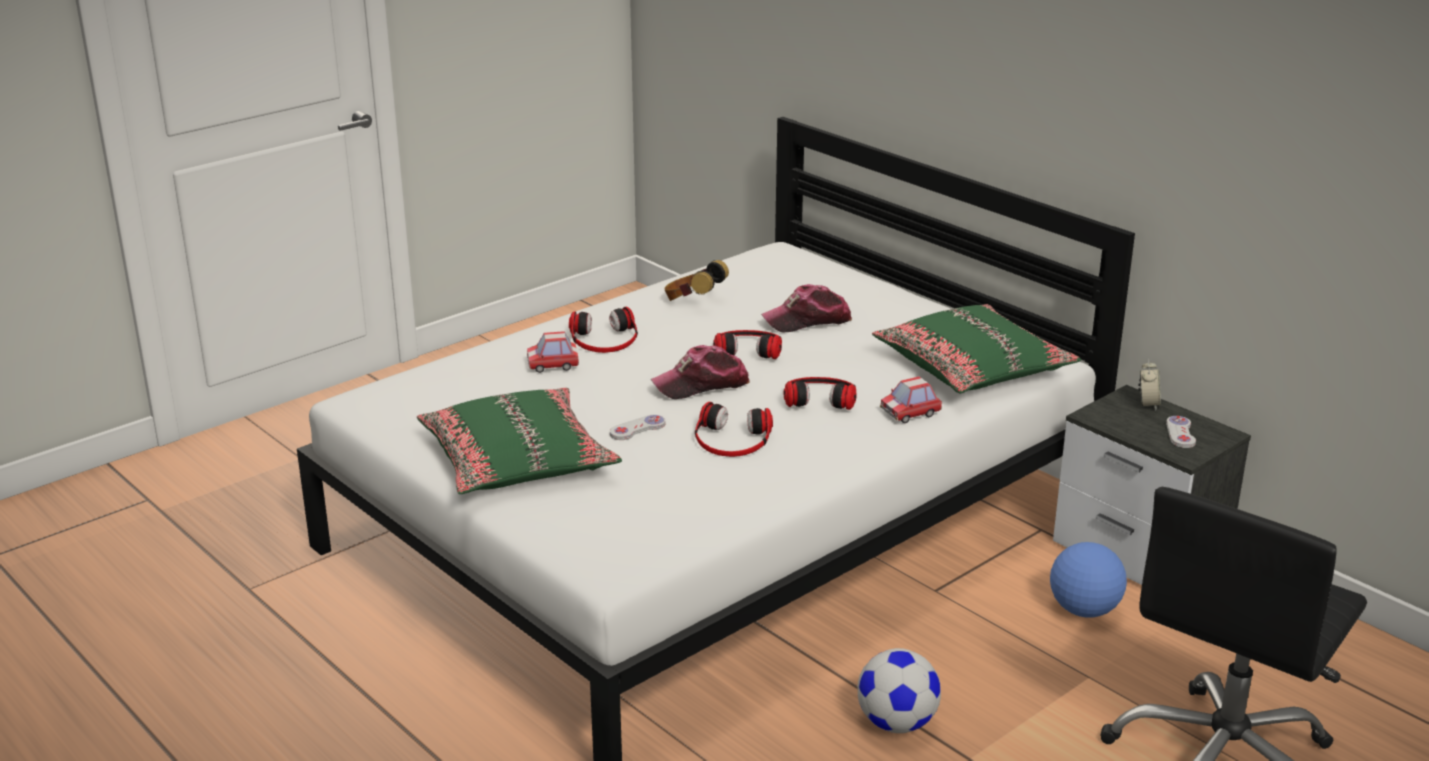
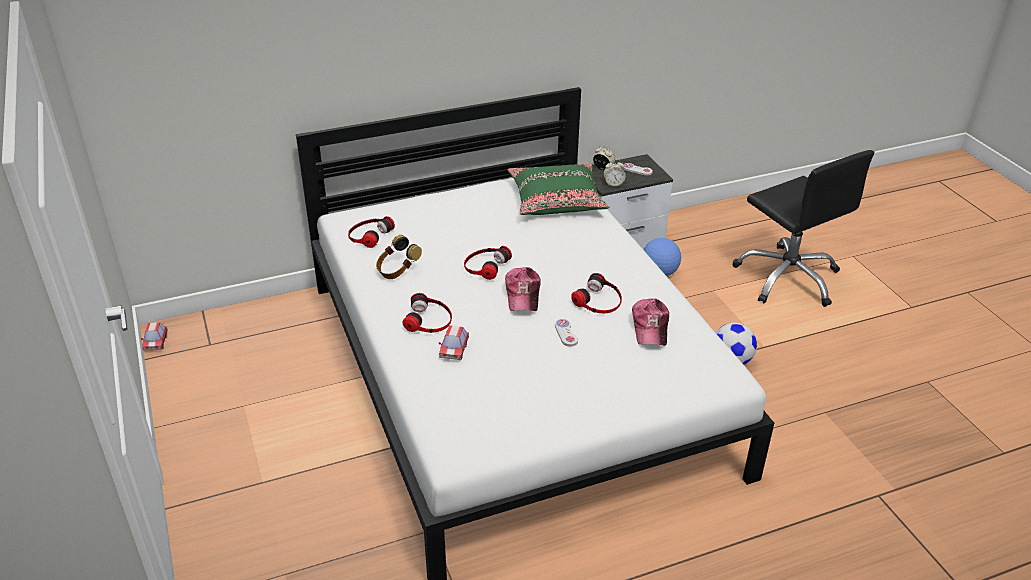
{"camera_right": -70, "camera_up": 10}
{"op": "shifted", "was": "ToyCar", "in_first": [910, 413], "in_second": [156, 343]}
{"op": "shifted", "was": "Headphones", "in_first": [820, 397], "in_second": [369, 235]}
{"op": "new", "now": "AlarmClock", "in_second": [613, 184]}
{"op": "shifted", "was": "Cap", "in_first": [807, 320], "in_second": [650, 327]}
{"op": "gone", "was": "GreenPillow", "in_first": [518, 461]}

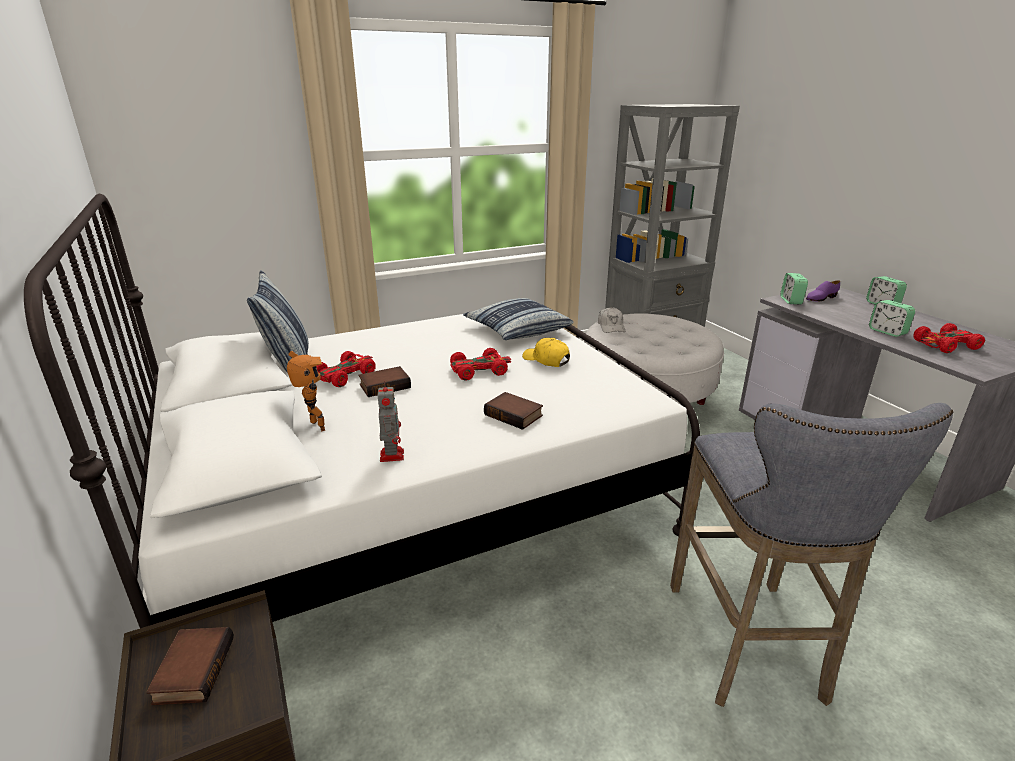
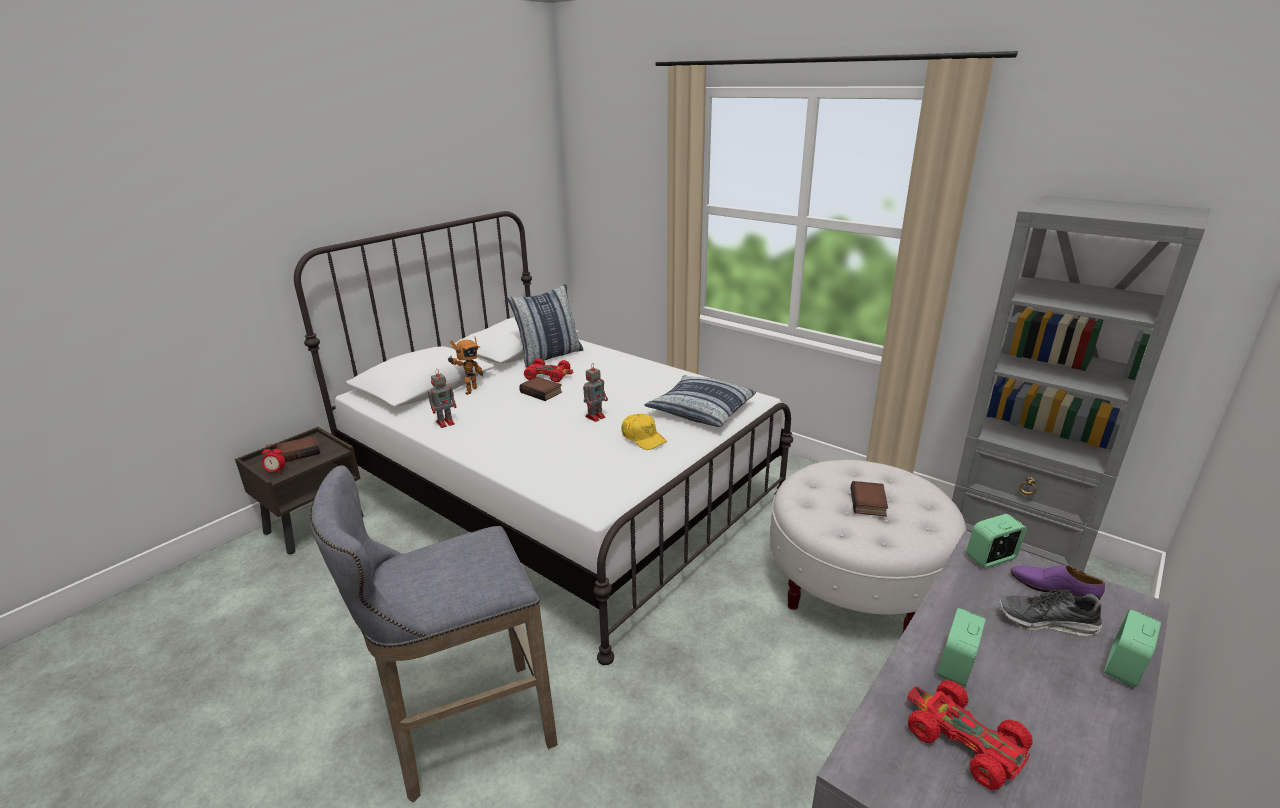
{"camera_right": 65, "camera_up": 0}
{"op": "new", "now": "AlarmClock", "in_second": [276, 471]}
{"op": "swapped", "was": "RedToyCar", "now": "ToyRobot", "in_first": [479, 370], "in_second": [596, 416]}
{"op": "rotated", "was": "YellowCap", "in_first": [546, 360], "in_second": [643, 438], "clockwise": 120}
{"op": "shifted", "was": "Book", "in_first": [515, 415], "in_second": [869, 503]}
{"op": "new", "now": "Shoe", "in_second": [1046, 621]}
{"op": "gone", "was": "WhiteCap", "in_first": [611, 326]}

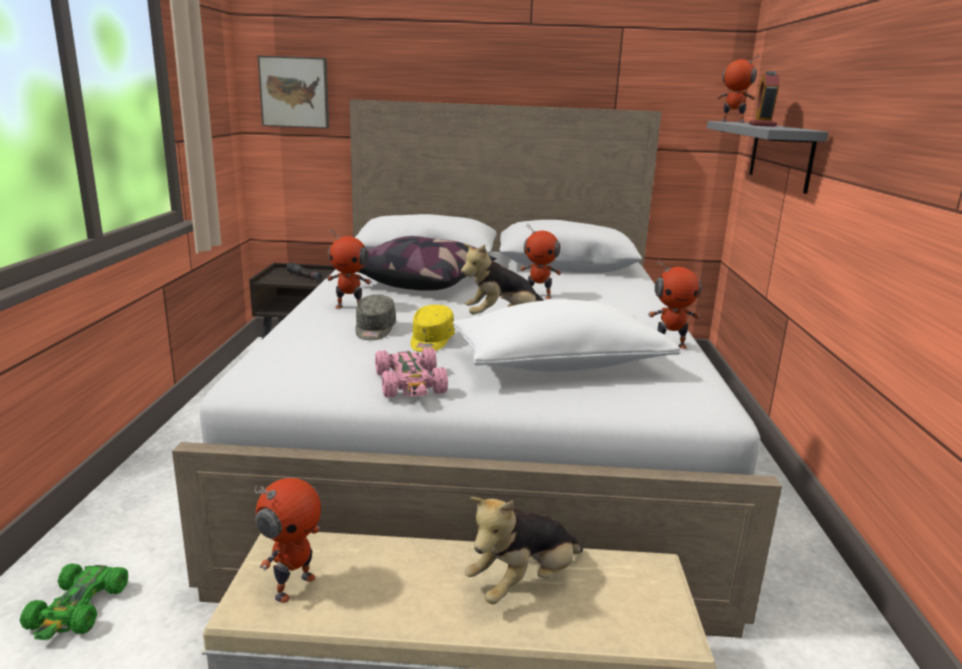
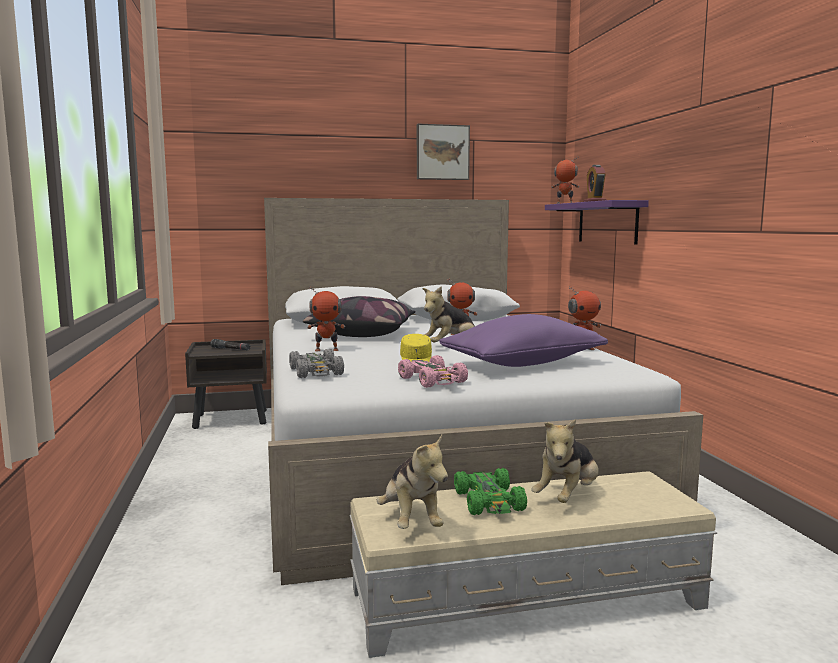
{"camera_right": -15, "camera_up": -10}
{"op": "new", "now": "GreyToyCar", "in_second": [316, 372]}
{"op": "swapped", "was": "ToyRobot", "now": "PlushToy", "in_first": [293, 586], "in_second": [411, 521]}
{"op": "shifted", "was": "Picture", "in_first": [295, 92], "in_second": [442, 152]}
{"op": "repainted", "was": "WhitePillow", "now": "PurplePillow", "in_first": [559, 365], "in_second": [522, 364]}
{"op": "shifted", "was": "GreenToyCar", "in_first": [78, 609], "in_second": [489, 502]}
{"op": "repainted", "was": "GreyShelf", "now": "PurpleShelf", "in_first": [780, 155], "in_second": [607, 222]}
{"op": "gone", "was": "GreyCap", "in_first": [374, 330]}

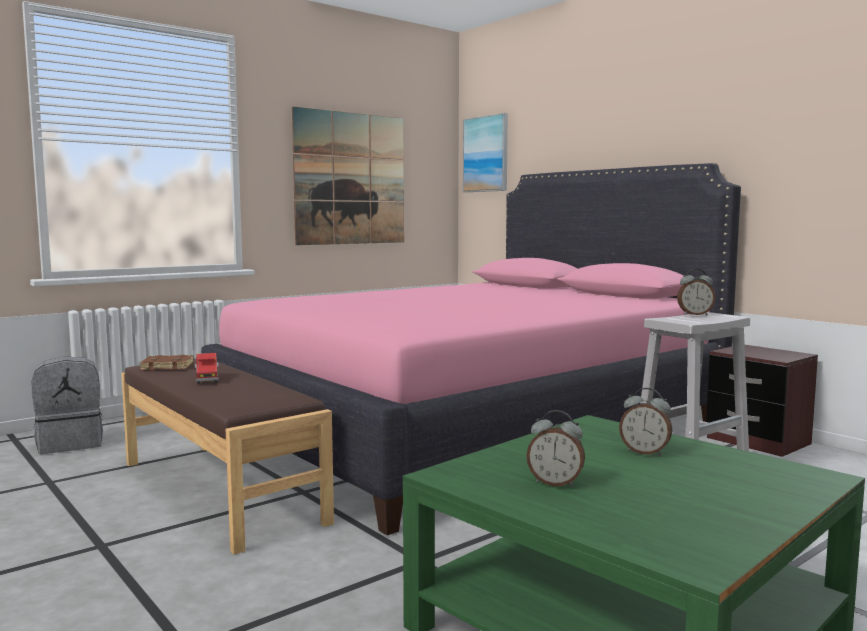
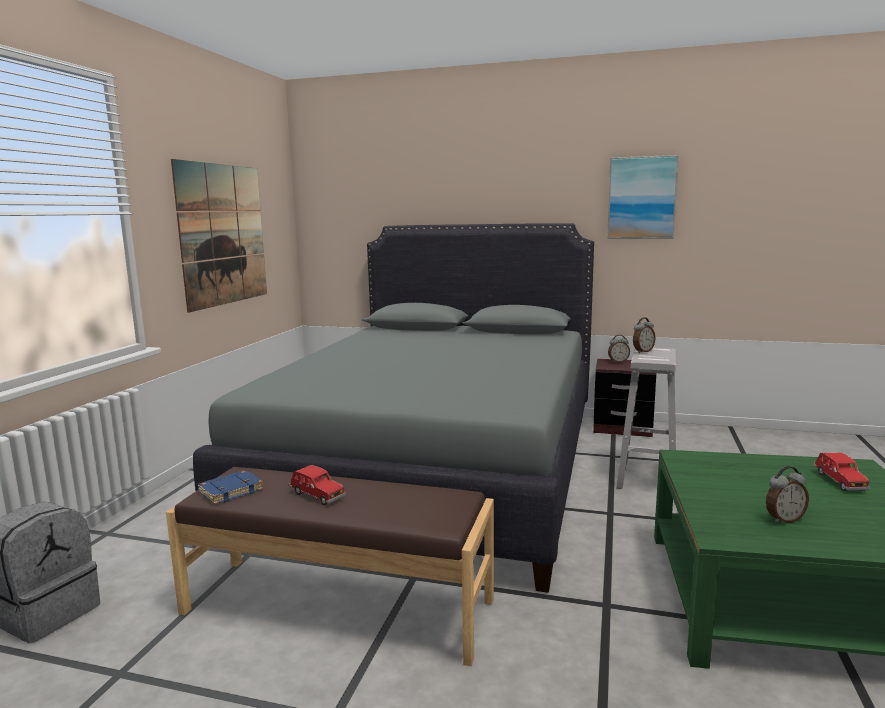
{"camera_right": -35, "camera_up": 5}
{"op": "repainted", "was": "PinkBed", "now": "GreyBed", "in_first": [471, 429], "in_second": [436, 468]}
{"op": "repainted", "was": "BrownBook", "now": "BlueBook", "in_first": [168, 366], "in_second": [231, 491]}
{"op": "shifted", "was": "Picture", "in_first": [486, 154], "in_second": [641, 198]}
{"op": "shifted", "was": "AlarmClock", "in_first": [644, 452], "in_second": [618, 362]}
{"op": "new", "now": "RedToyCar", "in_second": [839, 481]}

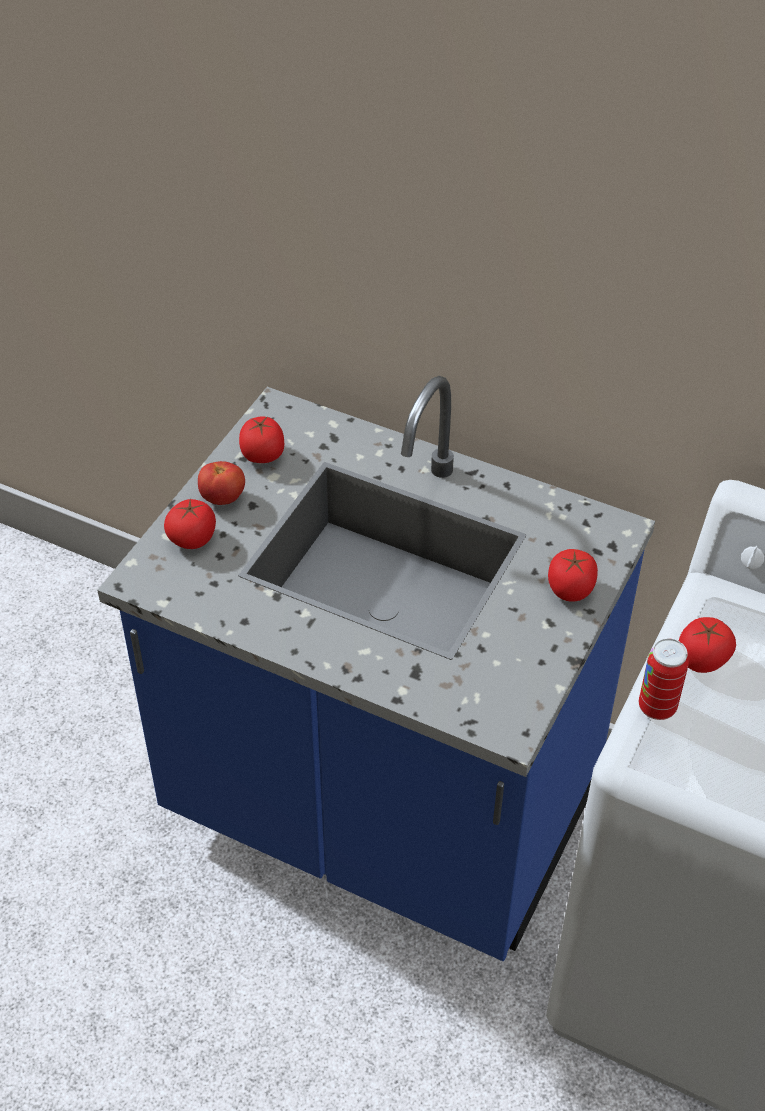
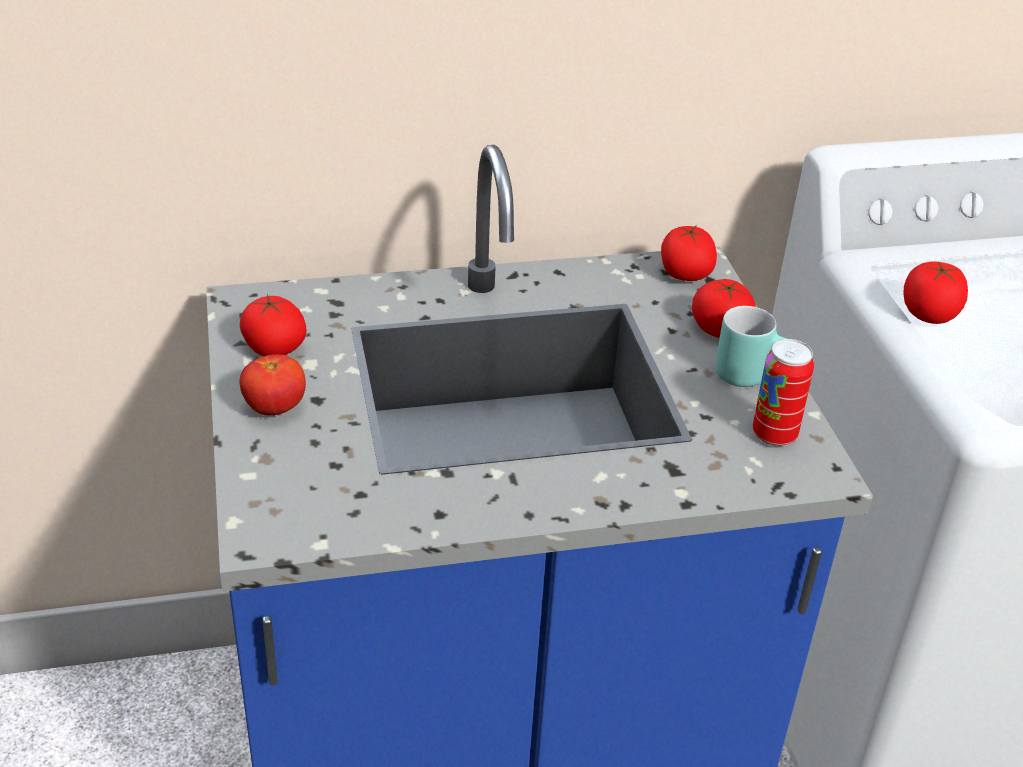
{"camera_right": -40, "camera_up": -10}
{"op": "shifted", "was": "Tomato", "in_first": [192, 538], "in_second": [685, 274]}
{"op": "new", "now": "TurquoiseMug", "in_second": [753, 376]}
{"op": "shifted", "was": "Can", "in_first": [657, 707], "in_second": [774, 435]}

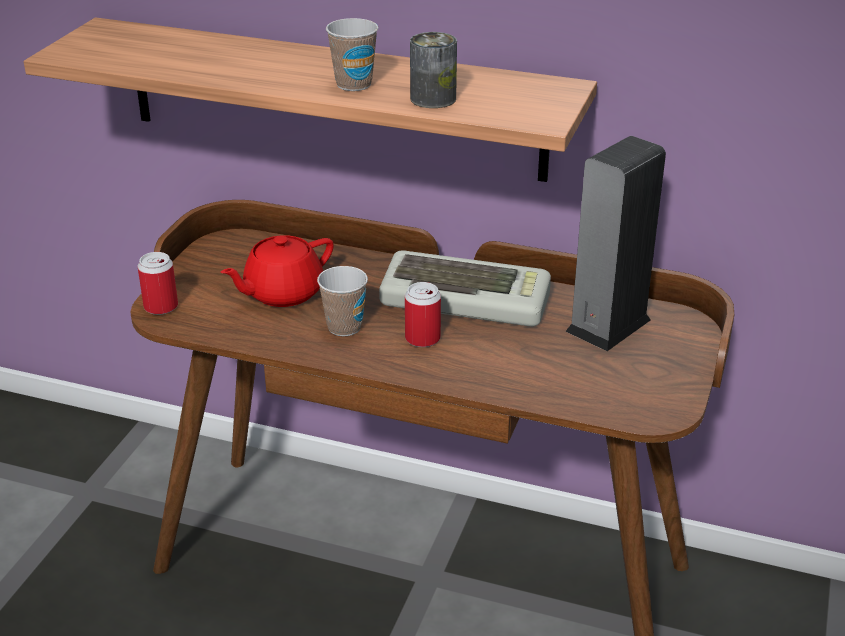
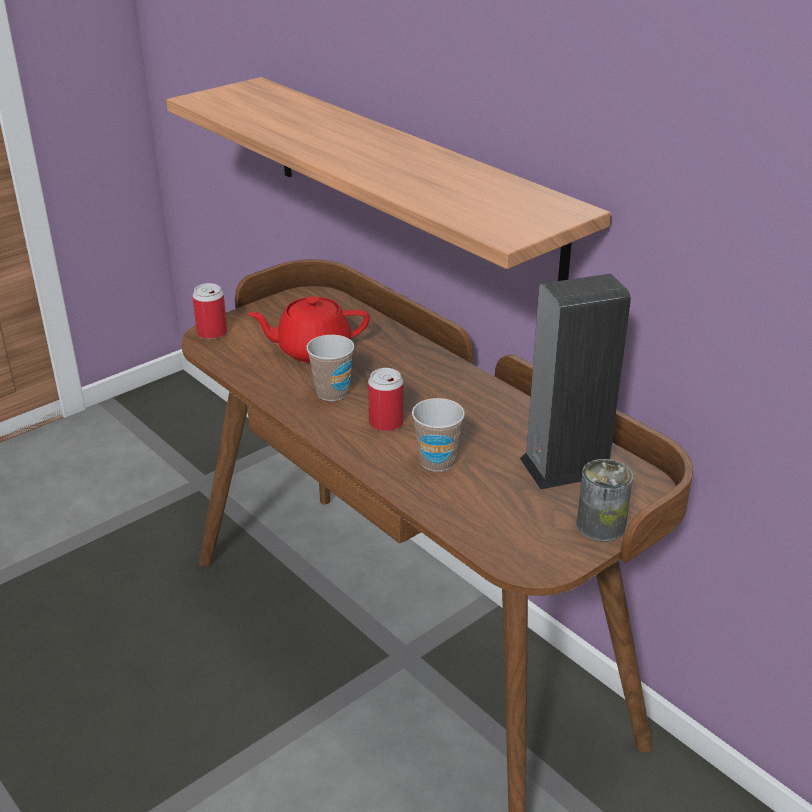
{"camera_right": 30, "camera_up": 0}
{"op": "shifted", "was": "Cup", "in_first": [354, 84], "in_second": [437, 461]}
{"op": "shifted", "was": "Can", "in_first": [433, 99], "in_second": [600, 525]}
{"op": "gone", "was": "Keyboard", "in_first": [467, 299]}

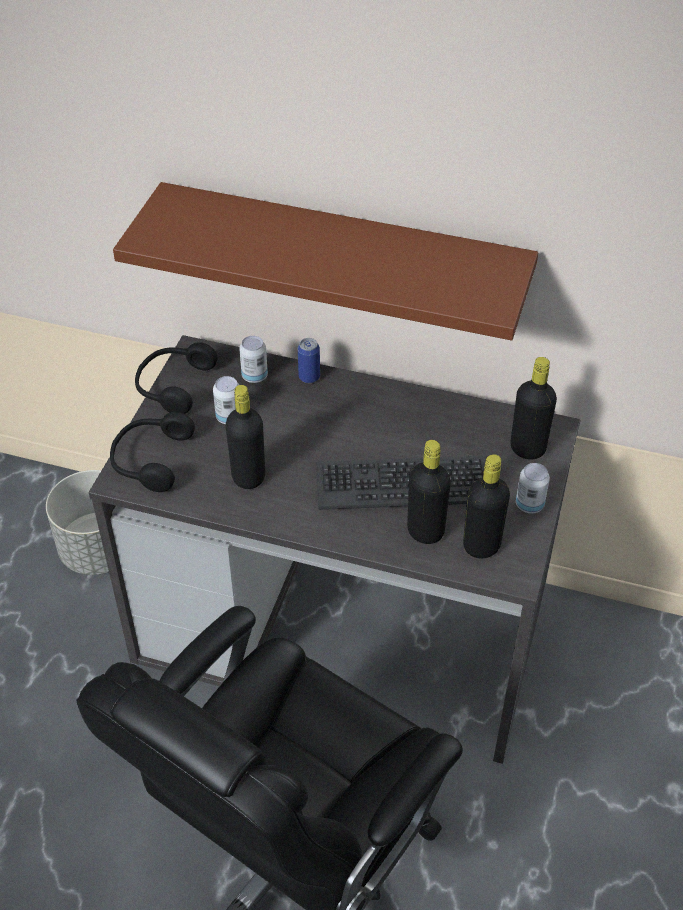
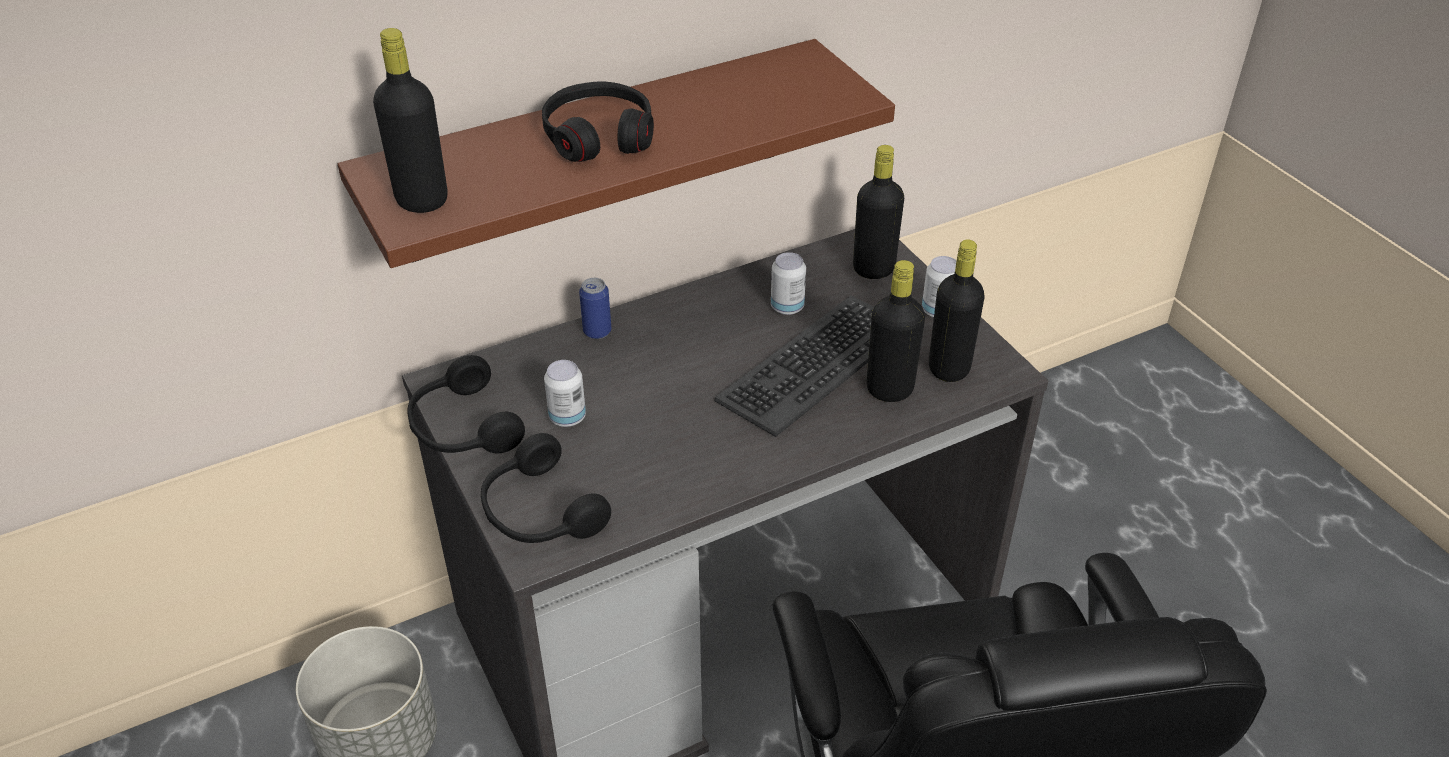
{"camera_right": -45, "camera_up": -5}
{"op": "shifted", "was": "BlackBottle", "in_first": [248, 477], "in_second": [422, 200]}
{"op": "new", "now": "BlackHeadphones", "in_second": [599, 135]}
{"op": "shifted", "was": "Can", "in_first": [254, 376], "in_second": [787, 307]}

